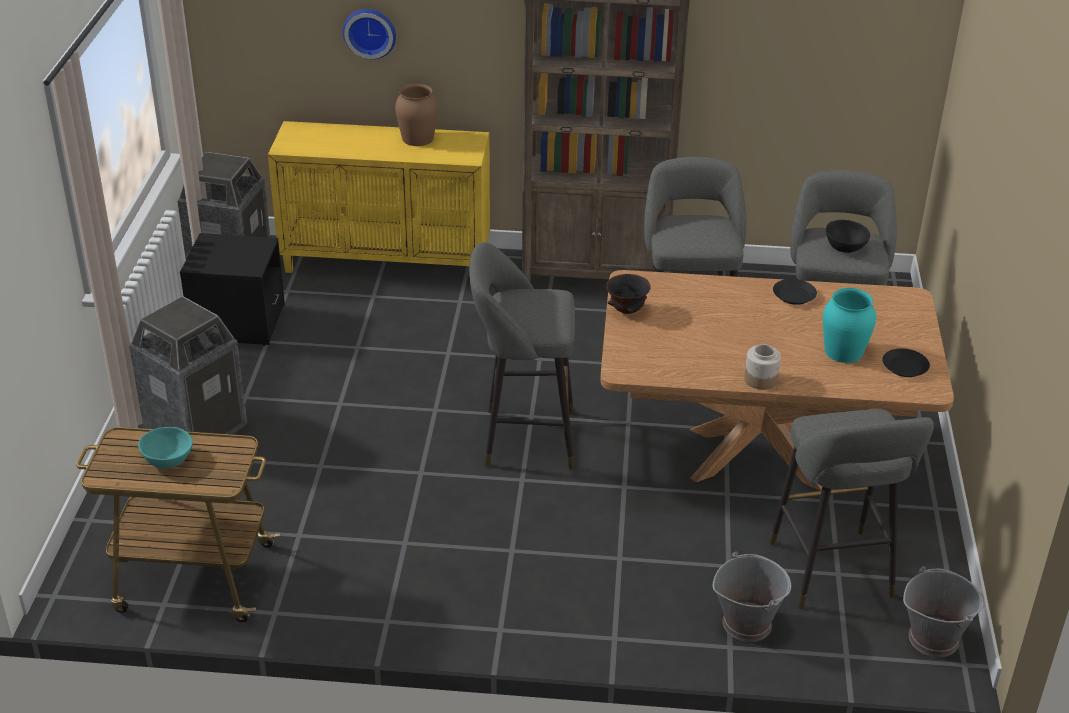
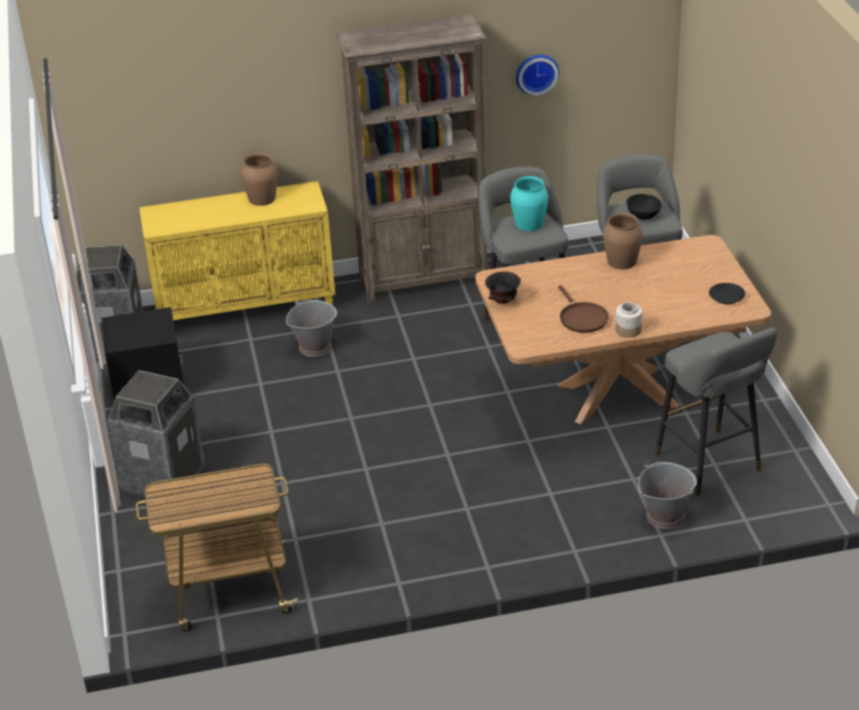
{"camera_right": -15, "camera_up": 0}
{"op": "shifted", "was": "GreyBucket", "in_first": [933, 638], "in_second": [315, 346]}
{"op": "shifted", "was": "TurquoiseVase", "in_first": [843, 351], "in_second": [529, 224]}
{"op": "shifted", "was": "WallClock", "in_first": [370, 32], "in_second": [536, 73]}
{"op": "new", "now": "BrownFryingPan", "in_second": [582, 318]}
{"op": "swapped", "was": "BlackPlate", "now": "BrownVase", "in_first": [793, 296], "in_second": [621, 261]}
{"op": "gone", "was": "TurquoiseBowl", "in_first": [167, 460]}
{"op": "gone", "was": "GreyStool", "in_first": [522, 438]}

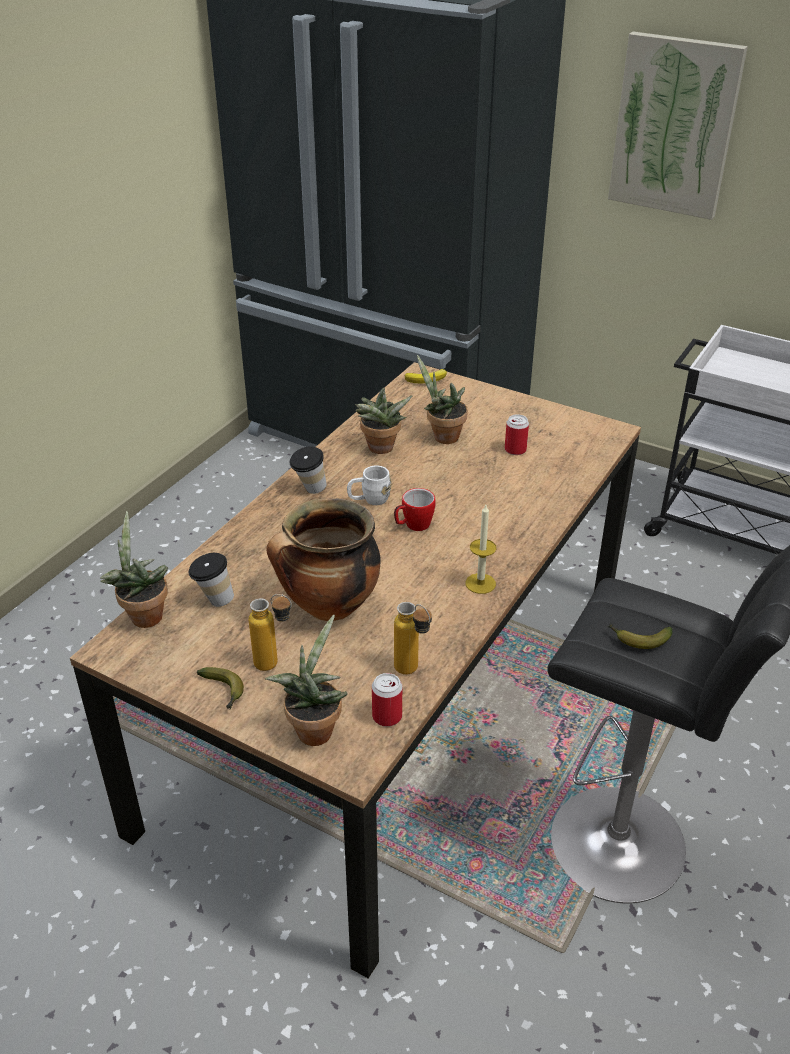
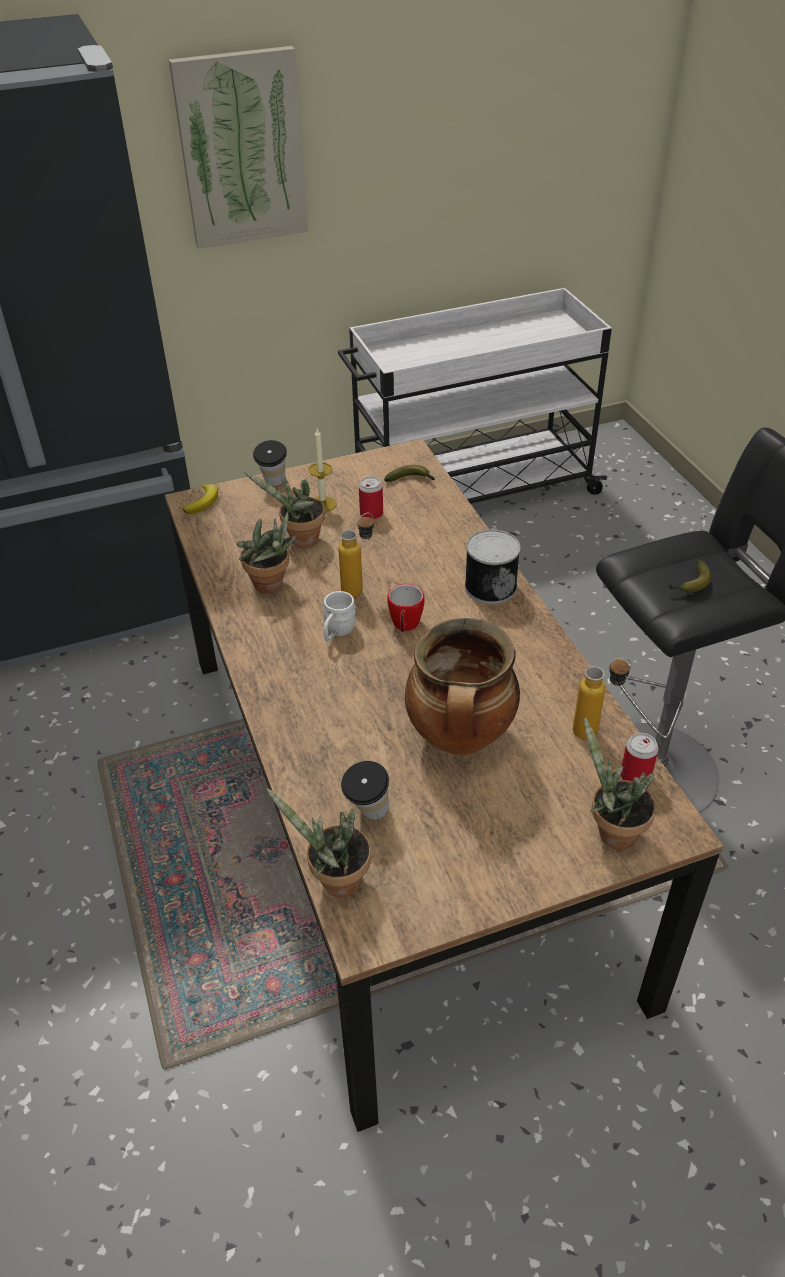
{"camera_right": -50, "camera_up": 5}
{"op": "shifted", "was": "Cup", "in_first": [309, 490], "in_second": [273, 484]}
{"op": "shifted", "was": "Candle", "in_first": [480, 583], "in_second": [323, 504]}
{"op": "shifted", "was": "Bottle", "in_first": [275, 665], "in_second": [359, 588]}
{"op": "shifted", "was": "Banana", "in_first": [224, 691], "in_second": [411, 480]}
{"op": "new", "now": "Can", "in_second": [490, 586]}

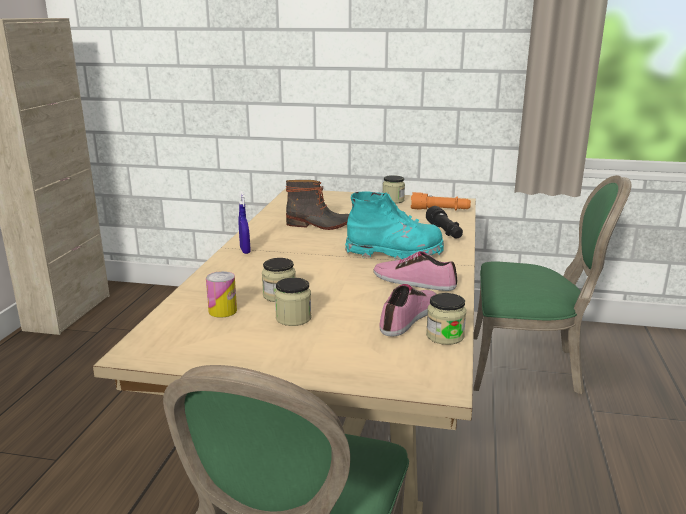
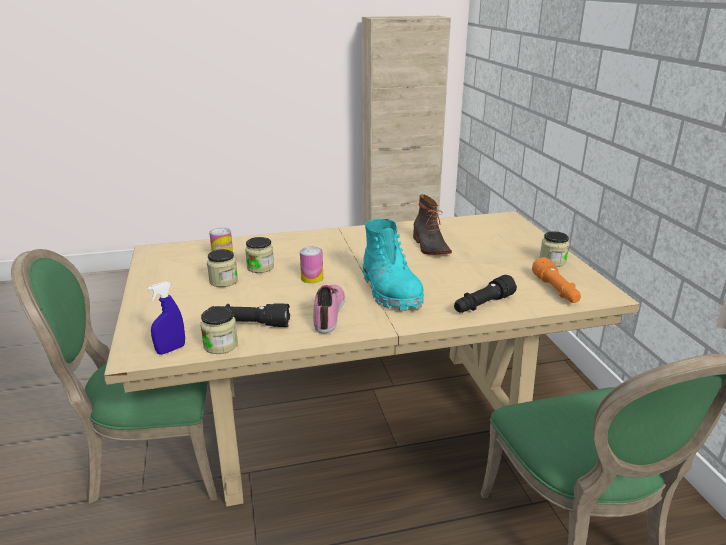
{"camera_right": 65, "camera_up": 5}
{"op": "shifted", "was": "BlueSprayBottle", "in_first": [245, 250], "in_second": [171, 349]}
{"op": "swapped", "was": "Shoe", "now": "BlackFlashlight", "in_first": [410, 317], "in_second": [249, 324]}
{"op": "new", "now": "Can", "in_second": [312, 278]}

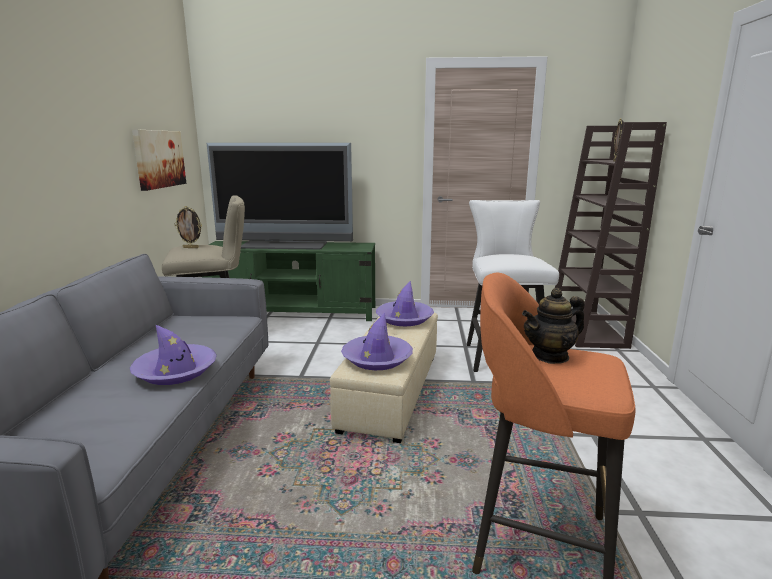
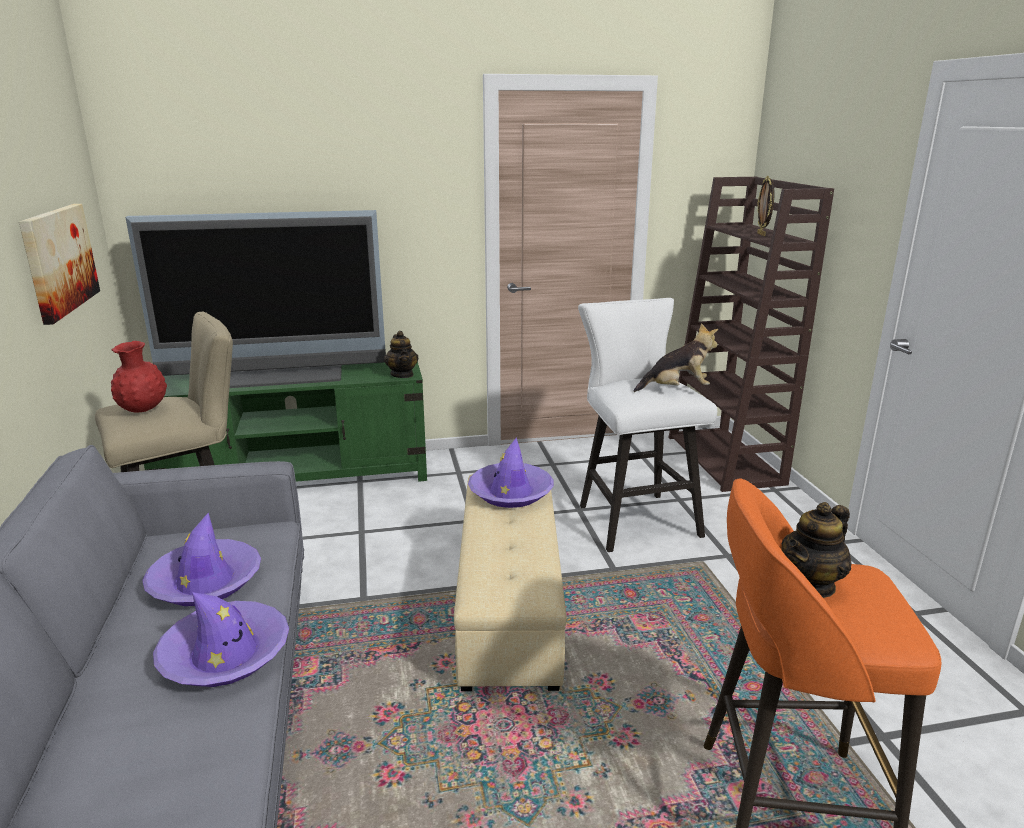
{"camera_right": -15, "camera_up": 5}
{"op": "swapped", "was": "PictureFrame", "now": "RedVase", "in_first": [191, 247], "in_second": [143, 410]}
{"op": "shifted", "was": "PurpleHat", "in_first": [377, 359], "in_second": [205, 582]}
{"op": "new", "now": "Teapot", "in_second": [402, 375]}
{"op": "new", "now": "PlushToy", "in_second": [677, 389]}

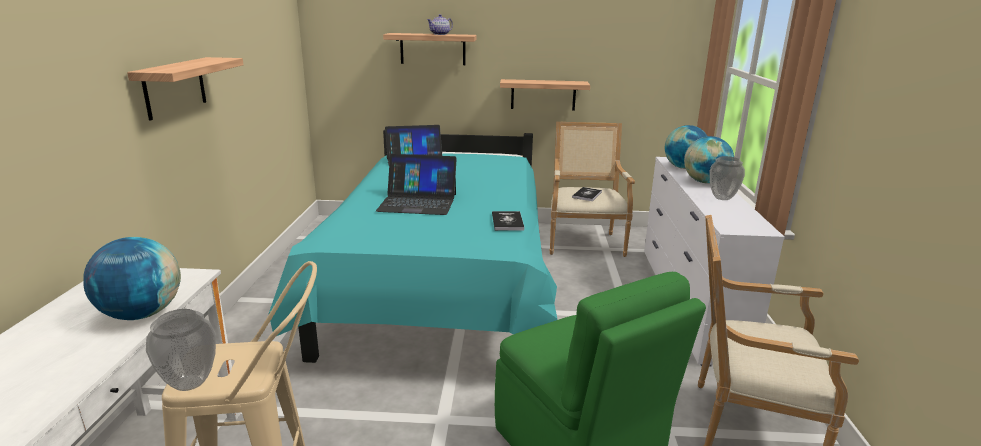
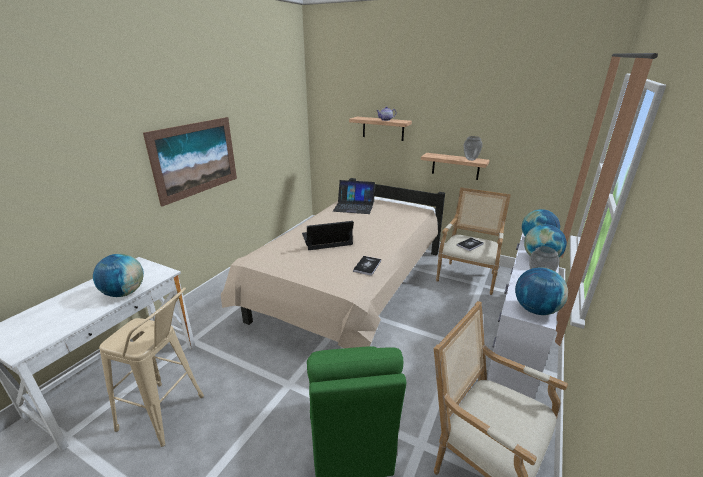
{"camera_right": 25, "camera_up": 5}
{"op": "swapped", "was": "Shelf", "now": "Picture", "in_first": [175, 87], "in_second": [195, 158]}
{"op": "repainted", "was": "TurquoiseBed", "now": "BeigeBed", "in_first": [440, 282], "in_second": [351, 287]}
{"op": "rotated", "was": "Laptop", "in_first": [418, 202], "in_second": [326, 239], "clockwise": 135}
{"op": "shifted", "was": "Vase", "in_first": [189, 384], "in_second": [470, 159]}
{"op": "new", "now": "Globe", "in_second": [535, 310]}

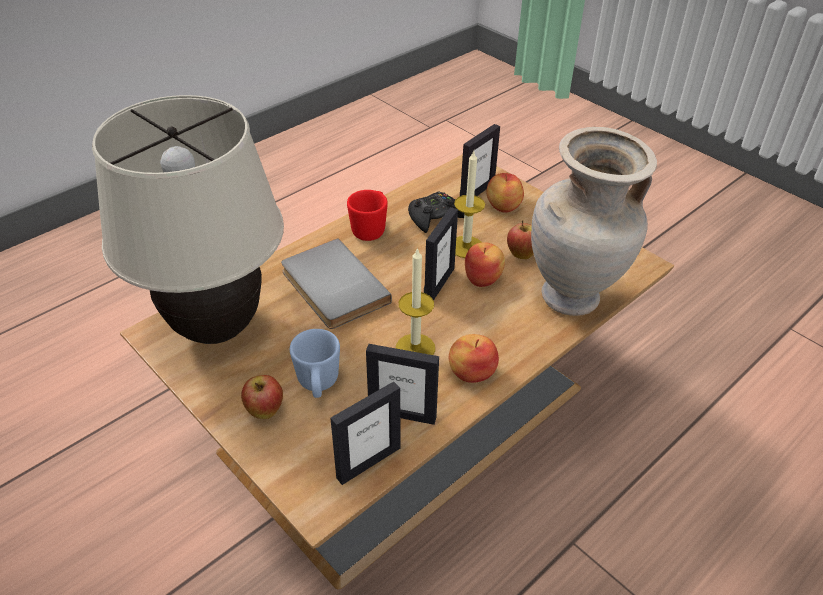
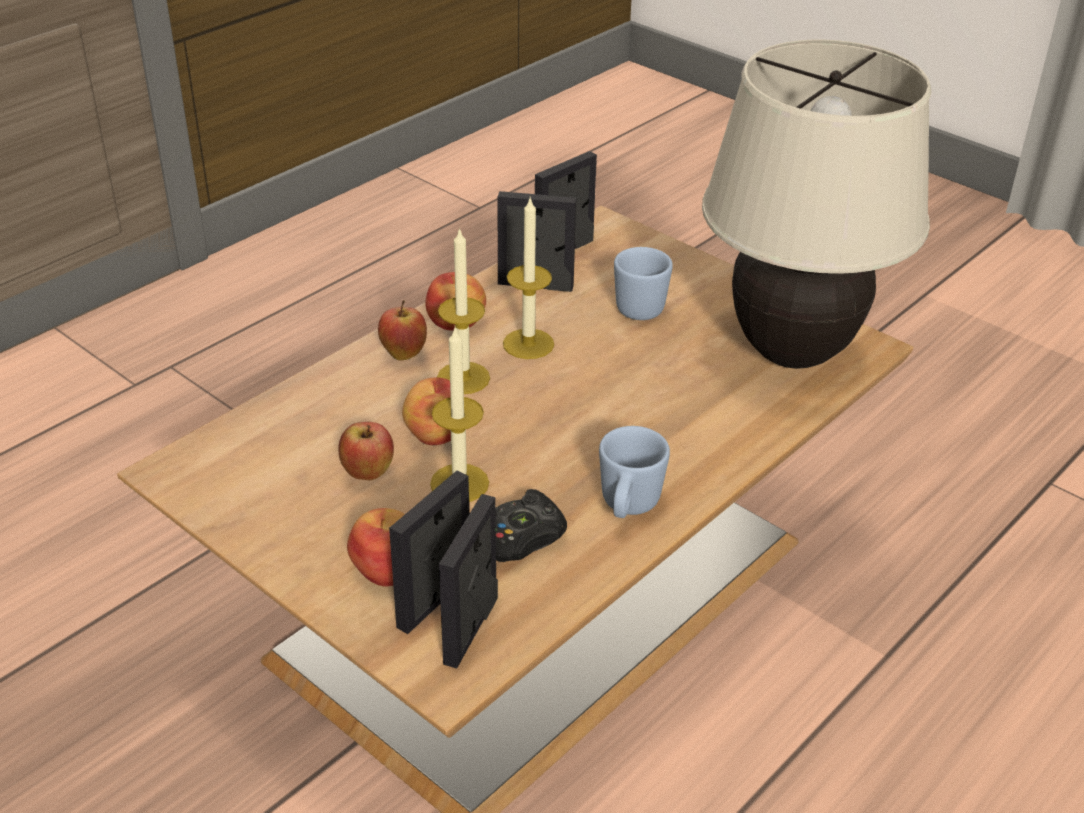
{"camera_right": 175, "camera_up": -5}
{"op": "shifted", "was": "Apple", "in_first": [265, 411], "in_second": [403, 354]}
{"op": "new", "now": "Candle", "in_second": [463, 378]}
{"op": "shifted", "was": "PictureFrame", "in_first": [439, 284], "in_second": [471, 630]}
{"op": "repainted", "was": "RedMug", "now": "BlueMug", "in_first": [371, 229], "in_second": [627, 507]}
{"op": "gone", "was": "GreyBook", "in_first": [331, 288]}
{"op": "gone", "was": "BeigeVase", "in_first": [572, 300]}

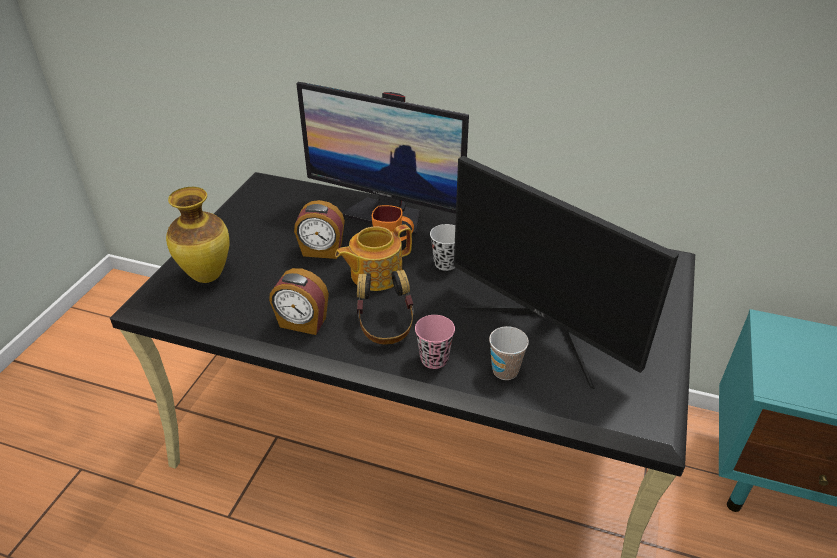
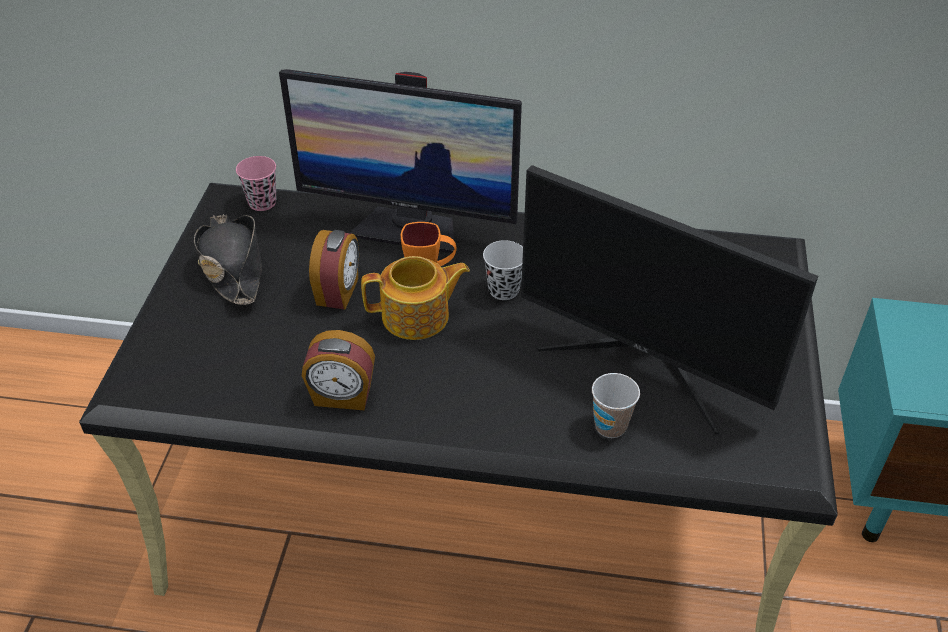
{"camera_right": -10, "camera_up": 5}
{"op": "new", "now": "BlackHat", "in_second": [232, 266]}
{"op": "shifted", "was": "PinkCup", "in_first": [434, 359], "in_second": [262, 202]}
{"op": "rotated", "was": "AlarmClock", "in_first": [322, 251], "in_second": [339, 292], "clockwise": -75}
{"op": "rotated", "was": "Teapot", "in_first": [375, 274], "in_second": [417, 316], "clockwise": -150}
{"op": "gone", "was": "Vase", "in_first": [208, 275]}
{"op": "gone", "was": "Headphones", "in_first": [385, 326]}

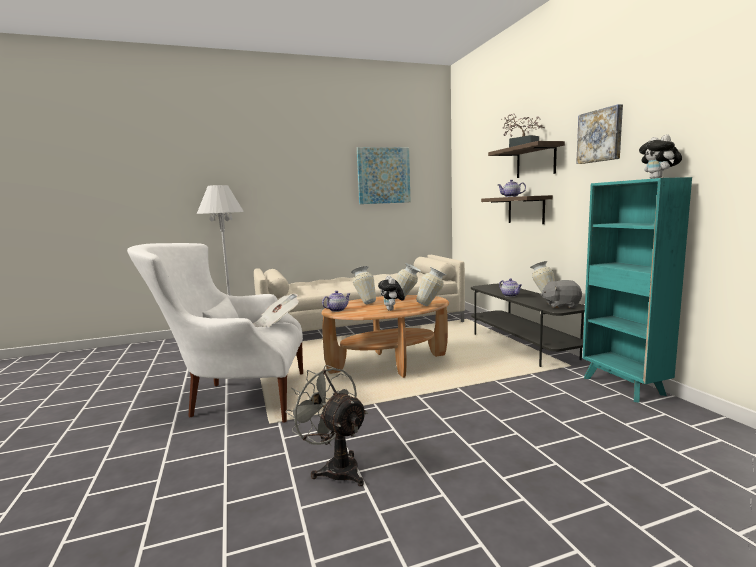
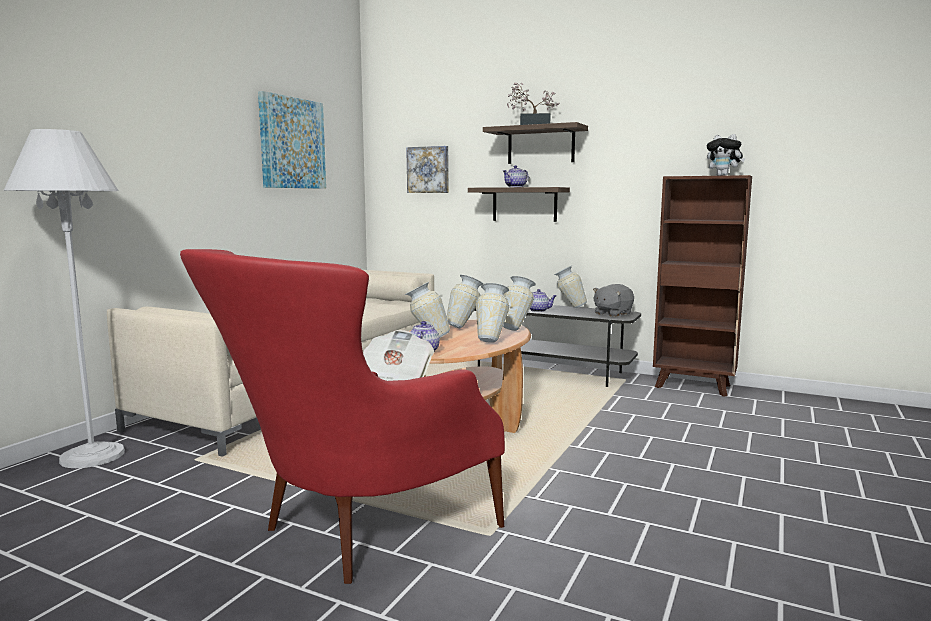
{"camera_right": -45, "camera_up": 0}
{"op": "repainted", "was": "WhiteArmchair", "now": "RedArmchair", "in_first": [232, 398], "in_second": [351, 532]}
{"op": "shifted", "was": "Picture", "in_first": [600, 136], "in_second": [428, 170]}
{"op": "swapped", "was": "PlushToy", "now": "Vase", "in_first": [392, 310], "in_second": [492, 340]}
{"op": "repainted", "was": "TurquoiseBookcase", "now": "BrownBookcase", "in_first": [624, 386], "in_second": [694, 387]}
{"op": "gone", "was": "GreyFan", "in_first": [335, 468]}

